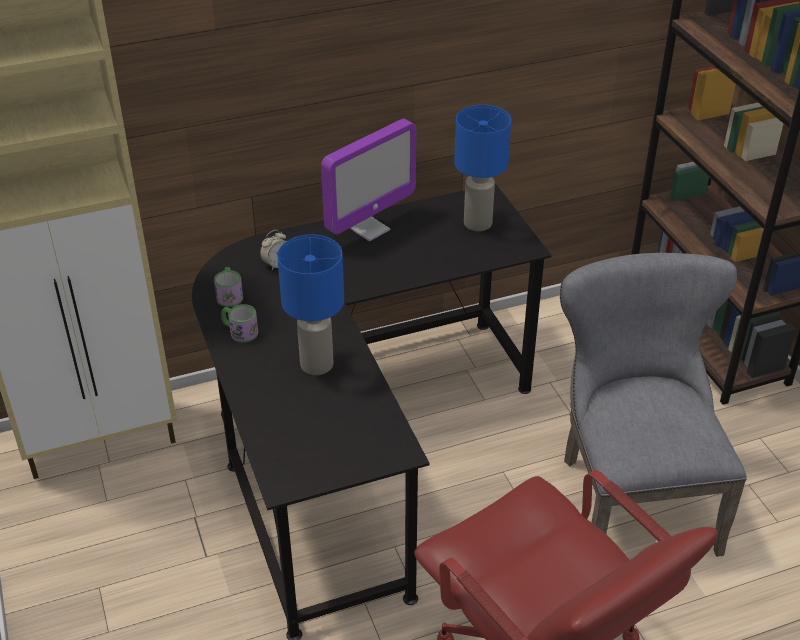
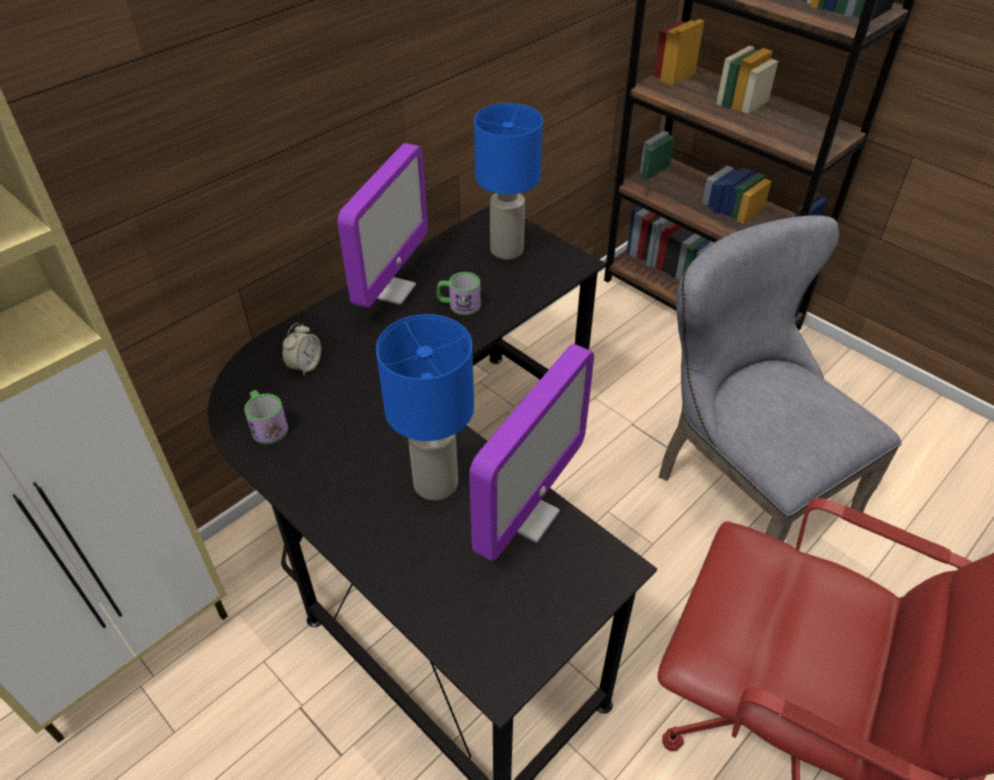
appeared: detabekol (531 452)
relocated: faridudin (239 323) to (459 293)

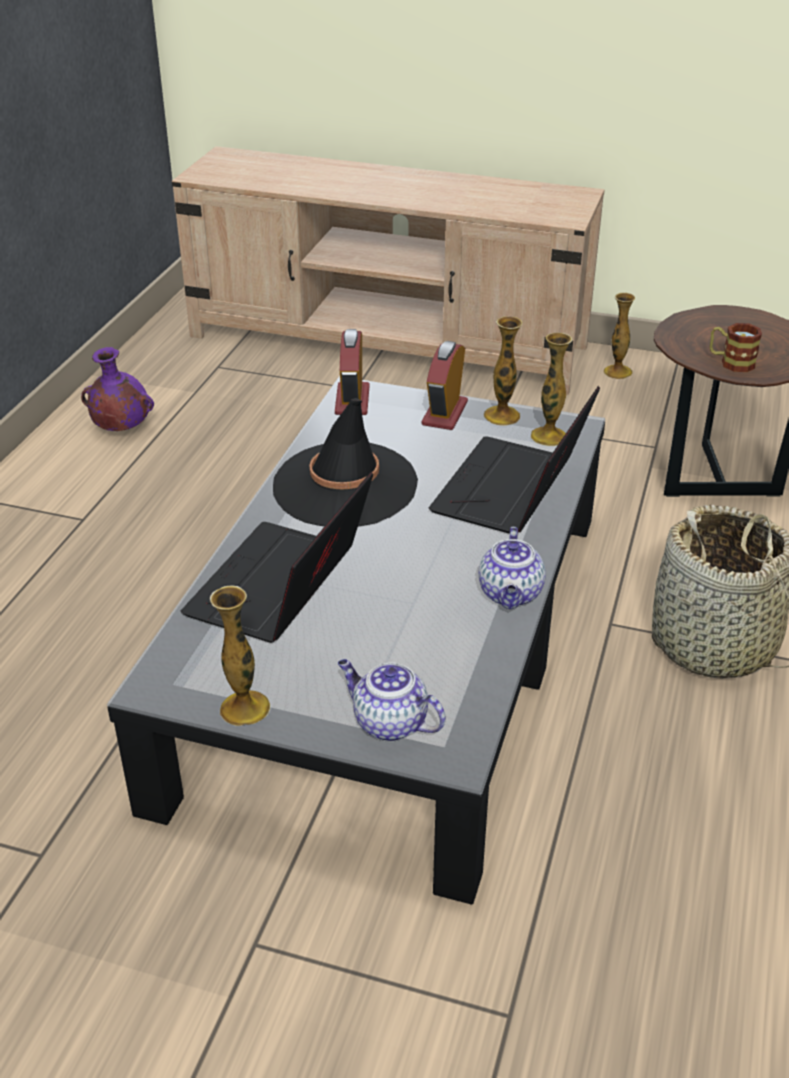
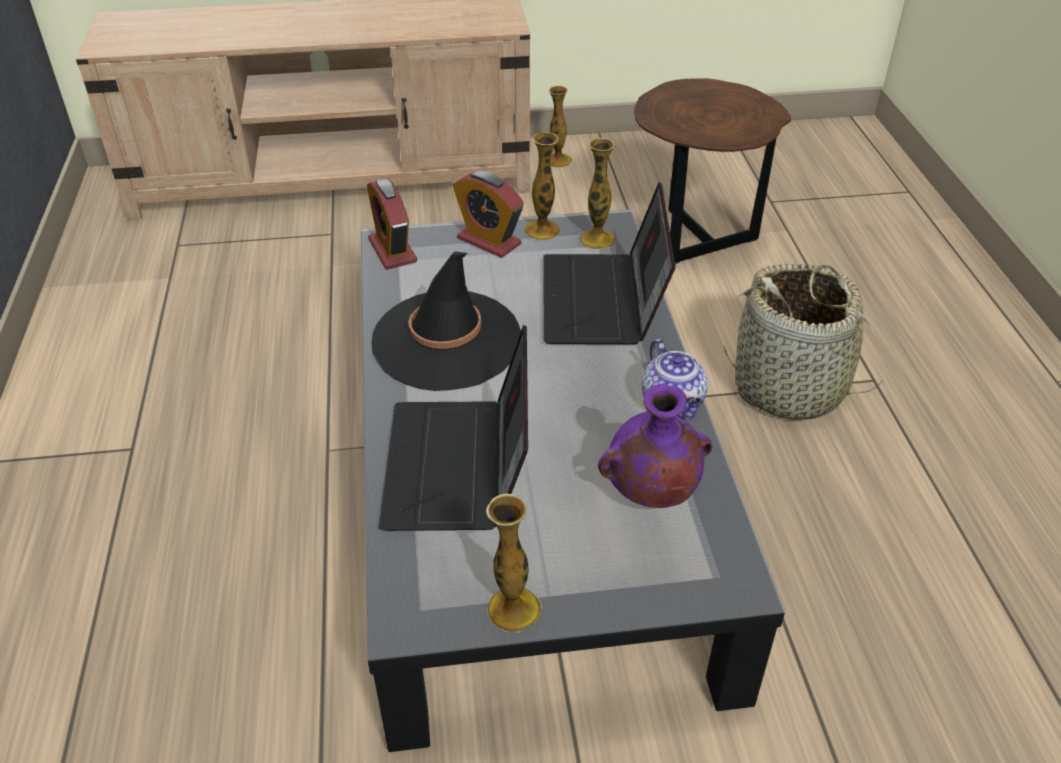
missing: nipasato (392 700); faridudin (736 347)
relocated: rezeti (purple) (117 389) to (655 445)
spun: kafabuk (445 385) = (488 214) 45 degrees counterclockwise

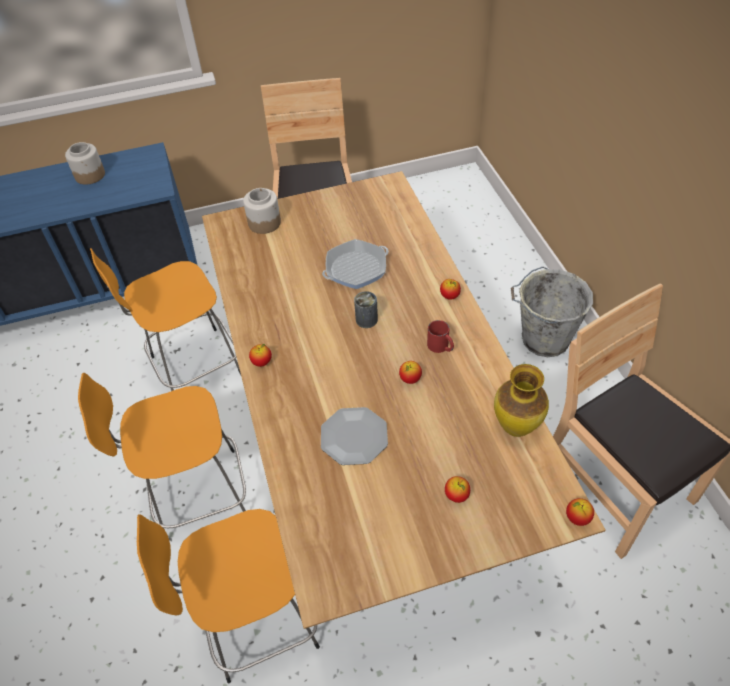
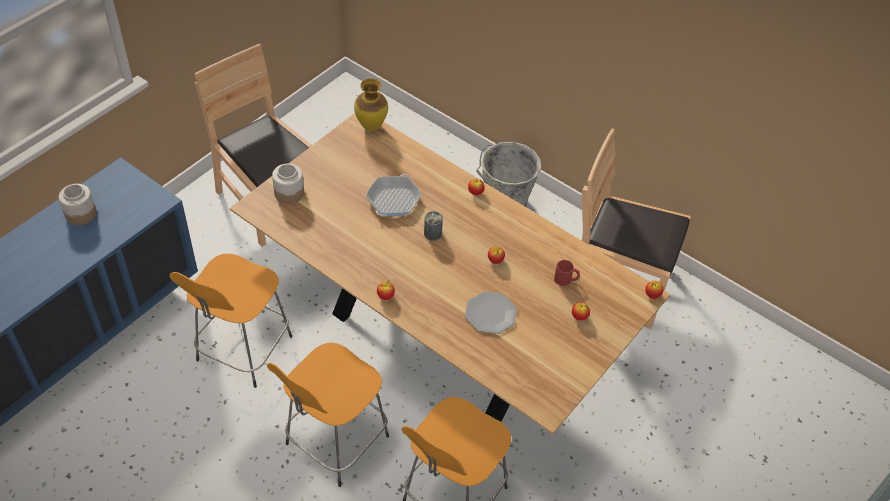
relocated: rezeti (521 400) to (371 105); faridudin (red) (440 336) to (567 273)

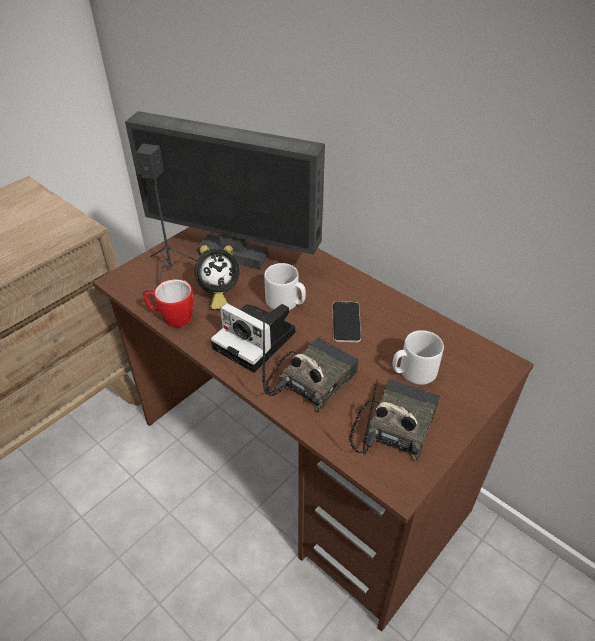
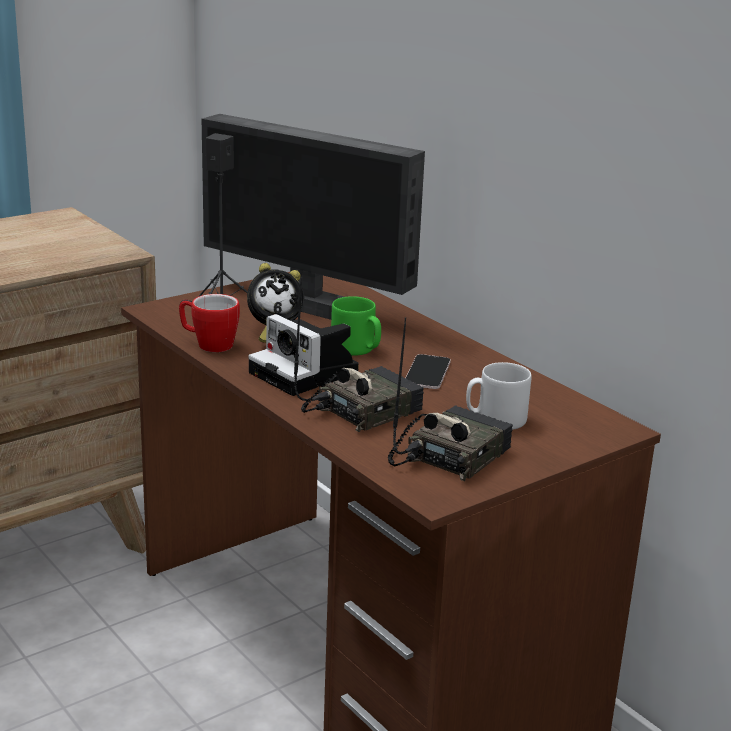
colour: faridudin (grey) (285 286) to faridudin (green) (356 326)

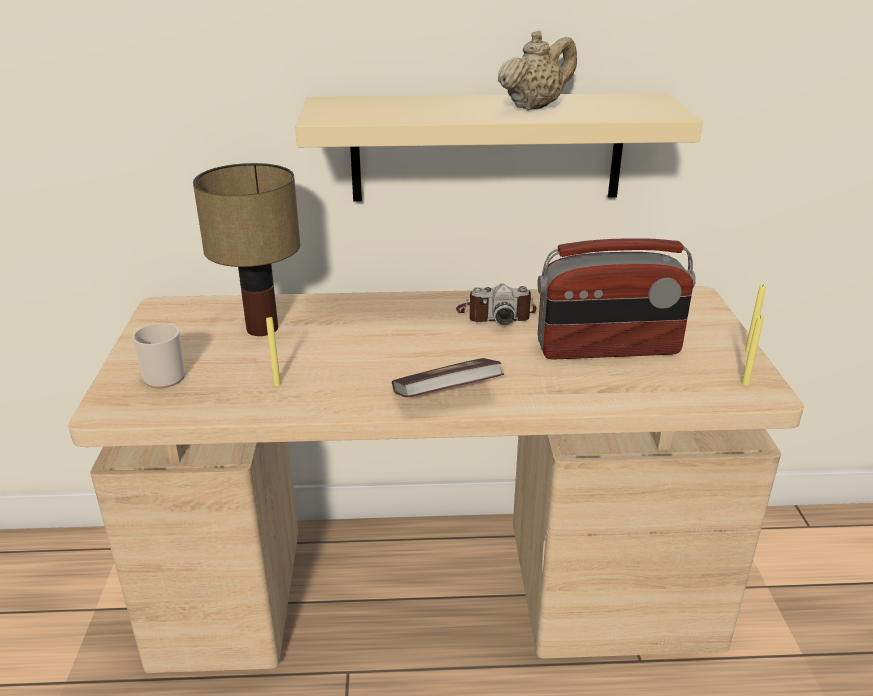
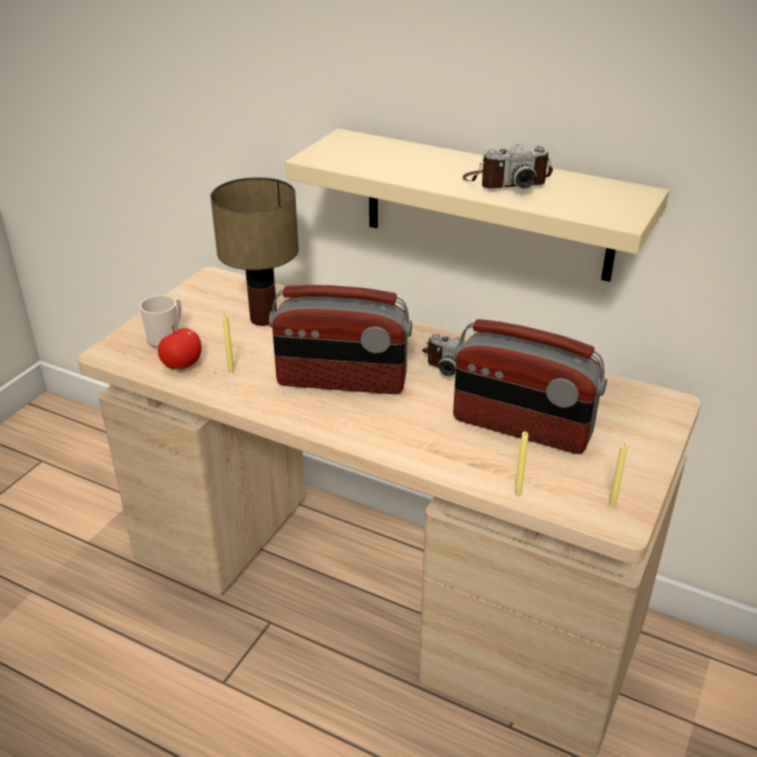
missing: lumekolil (448 377)
appeared: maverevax (180 347); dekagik (340 339)
relocated: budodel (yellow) (755 318) to (521 463)
exchanged: nipasato (beige) (537 70) to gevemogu (507 166)

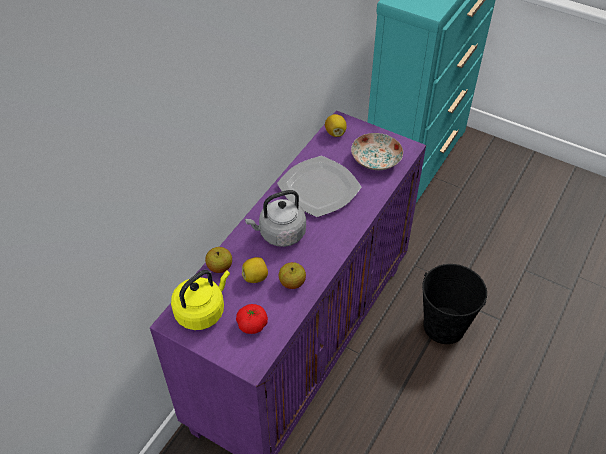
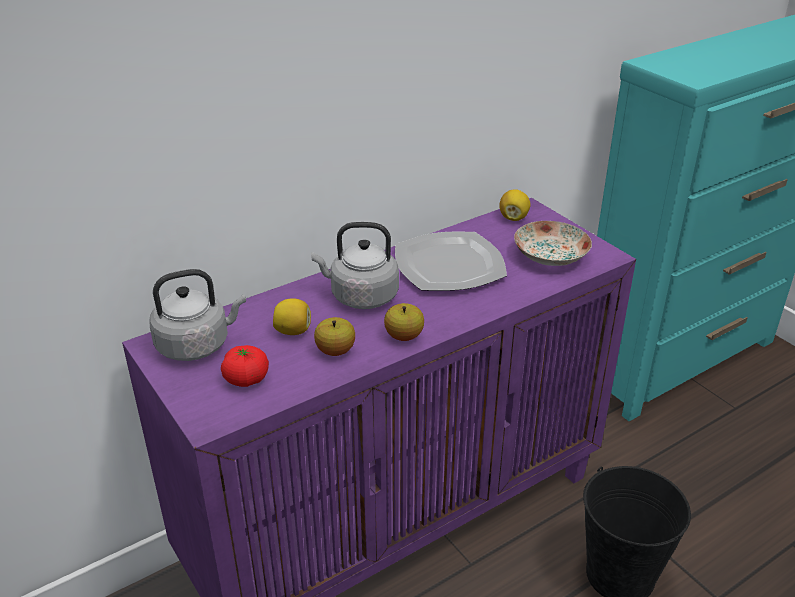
relocated: maverevax (218 260) to (404 322)
colour: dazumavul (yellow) (200 300) to dazumavul (grey) (198 315)

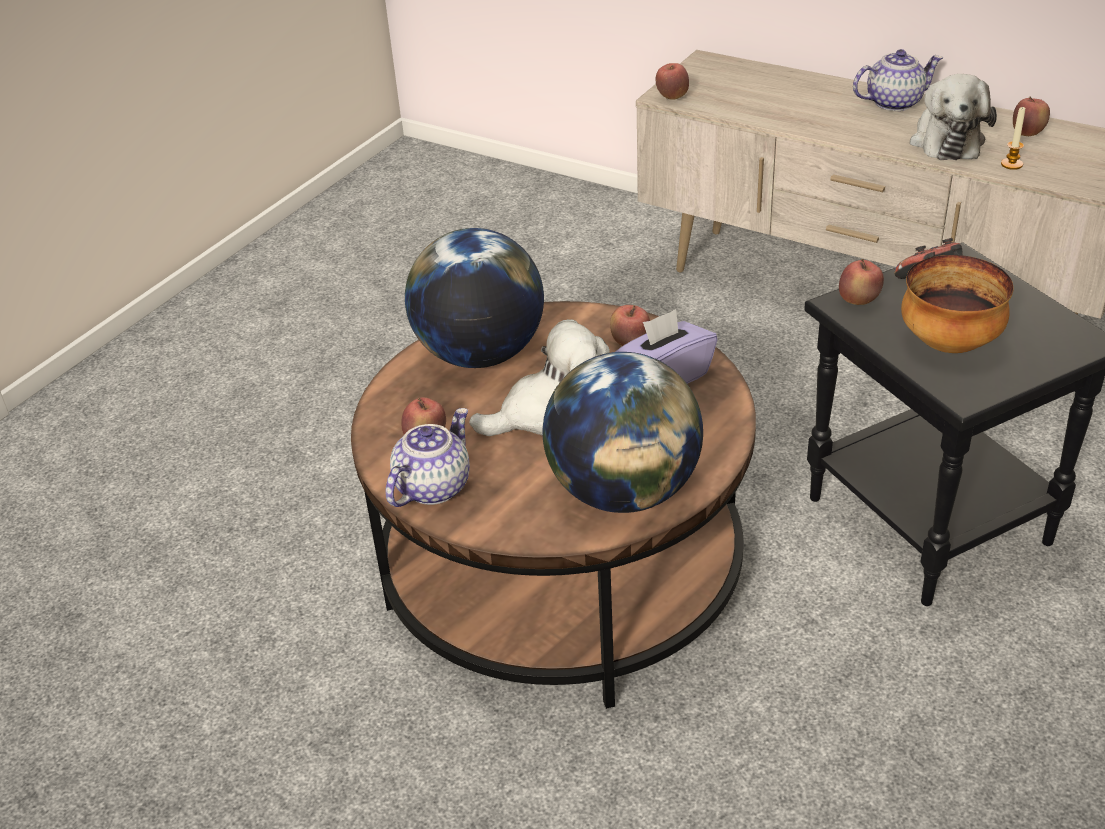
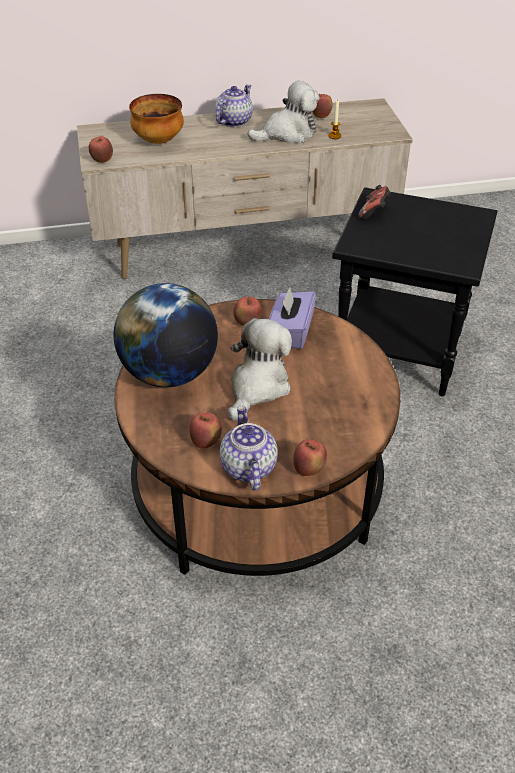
missing: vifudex (623 432)
relocated: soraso (957 304) to (156 119); maverevax (861 282) to (310 457)
spun: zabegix (953 117) = (284 112) 75 degrees counterclockwise

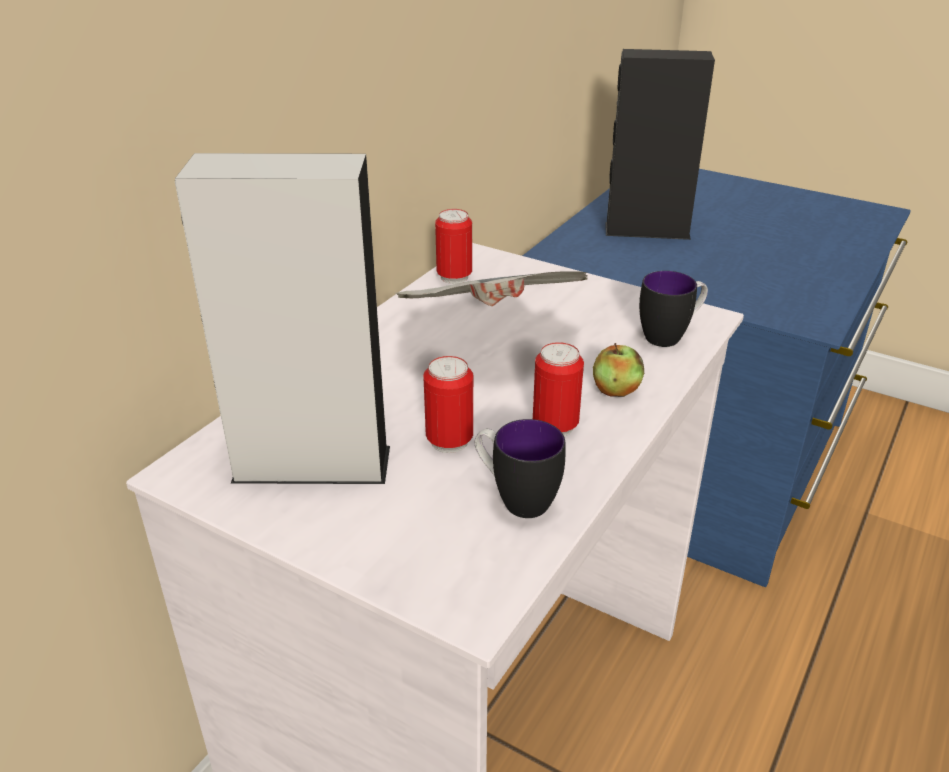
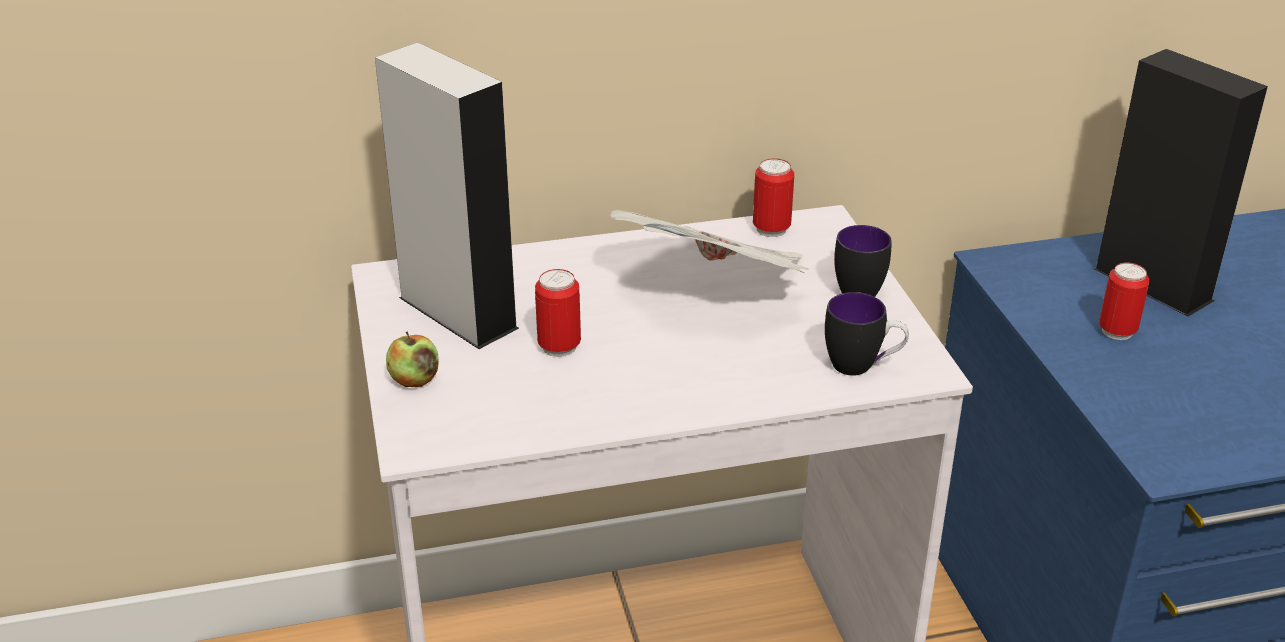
relocated: maverevax (618 370) to (412 359); faridudin (520 468) to (863 261); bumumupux (558 389) to (1124 301)

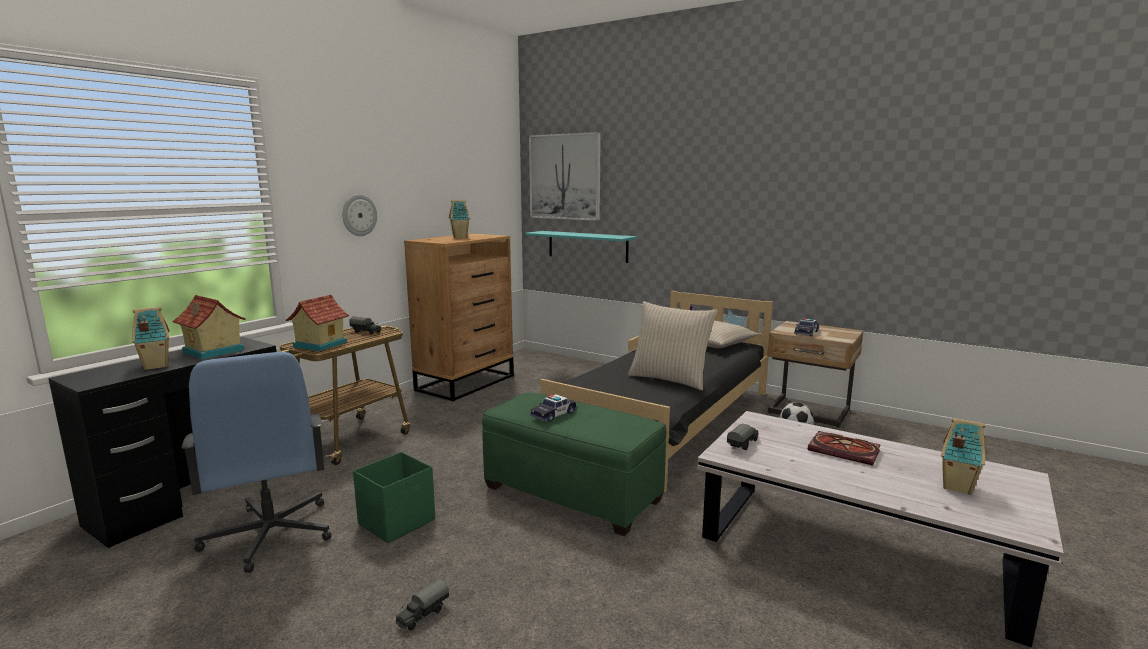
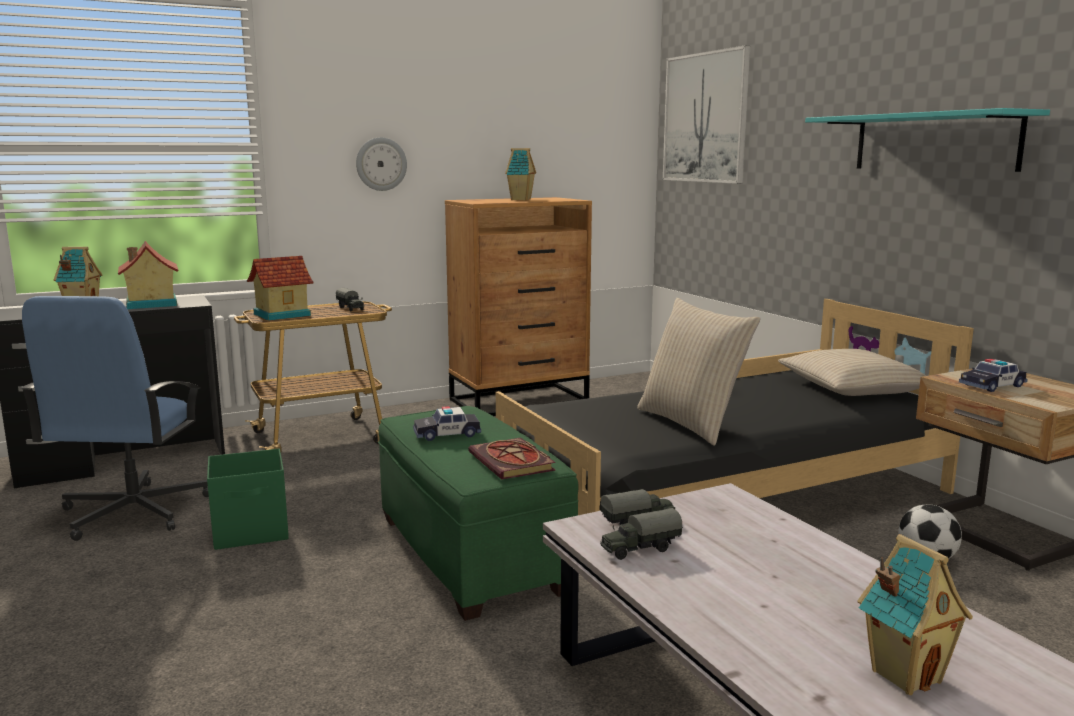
relocated: lumekolil (844 448) to (512 458); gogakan (422 605) to (641 534); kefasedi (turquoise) (581 247) to (927 140)

